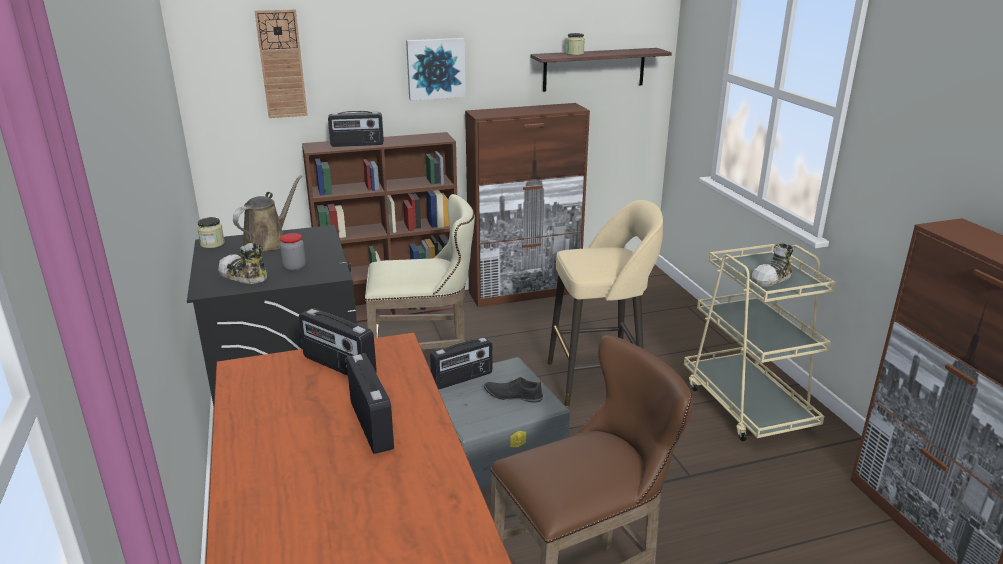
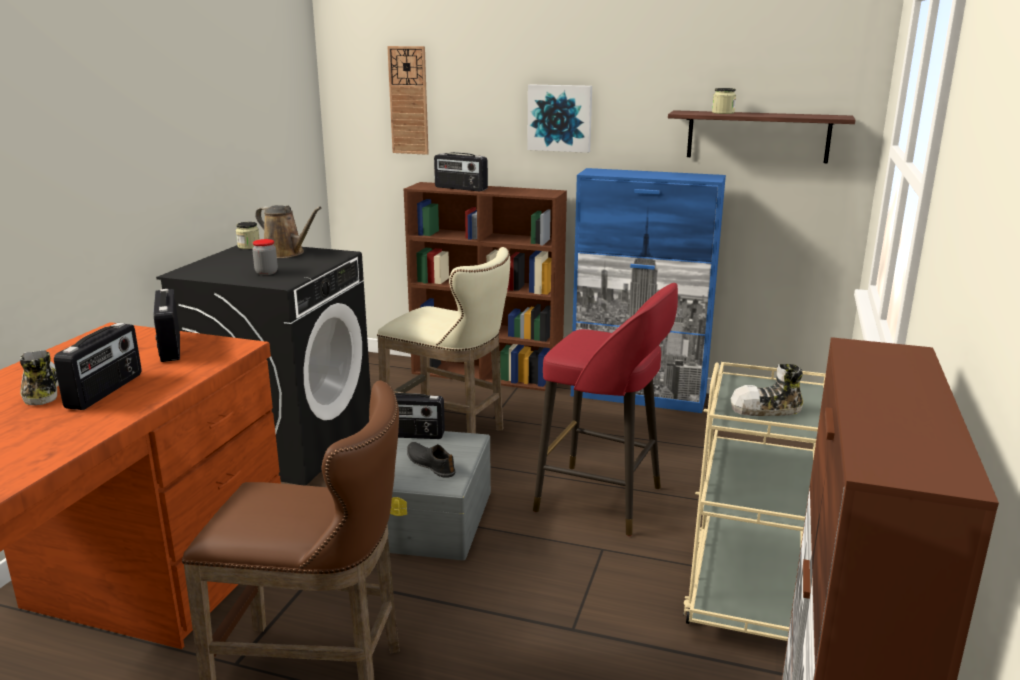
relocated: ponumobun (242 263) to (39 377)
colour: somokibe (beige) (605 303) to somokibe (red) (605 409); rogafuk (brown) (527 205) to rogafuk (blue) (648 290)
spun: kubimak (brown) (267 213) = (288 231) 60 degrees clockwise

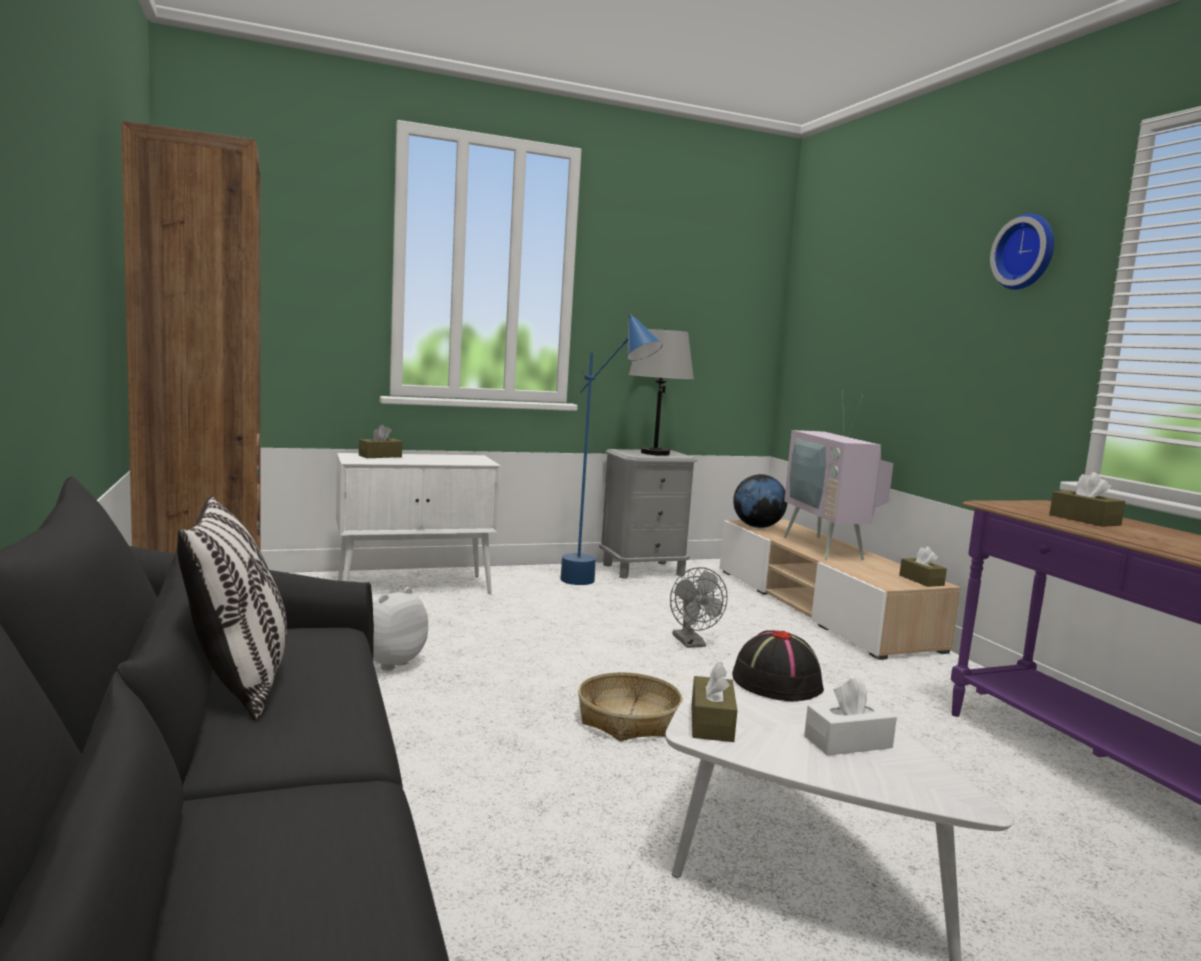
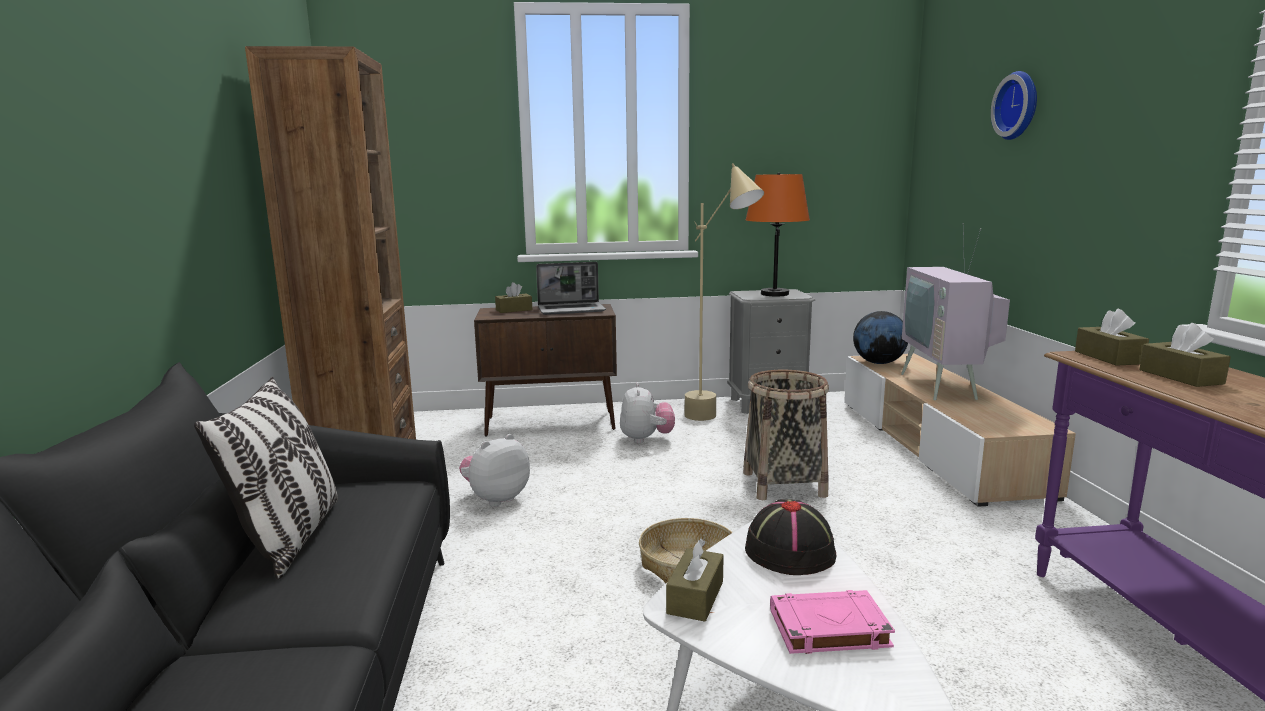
appeared: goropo (571 288); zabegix (647 413)
relocated: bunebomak (1022 251) to (1014 105); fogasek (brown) (923 567) to (1112 337)
exchanged: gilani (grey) (699 607) to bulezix (786 435); fogasek (white) (850 717) to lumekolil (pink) (832 622)
colour: rogafuk (white) (418 523) to rogafuk (brown) (545 370); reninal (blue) (612 449) to reninal (beige) (724 292); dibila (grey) (661 392) to dibila (orange) (778 234)

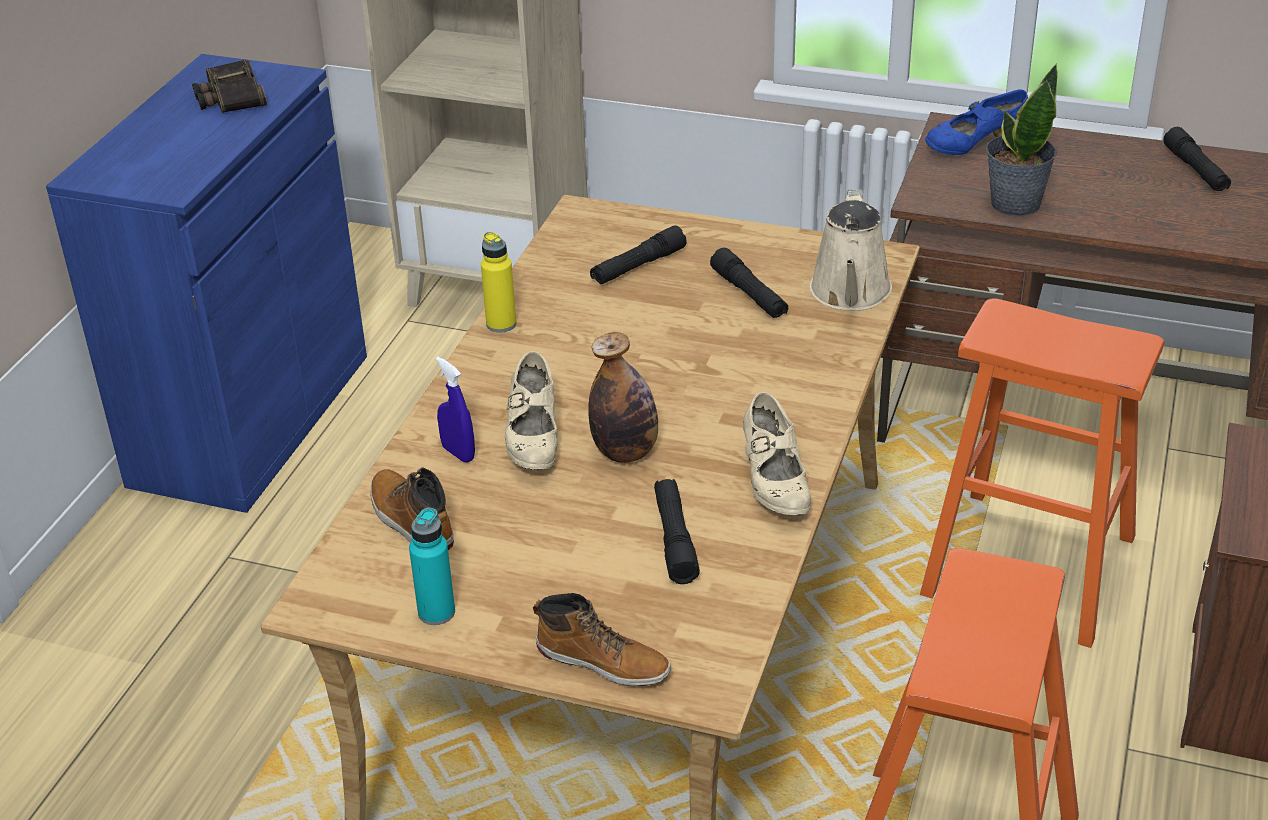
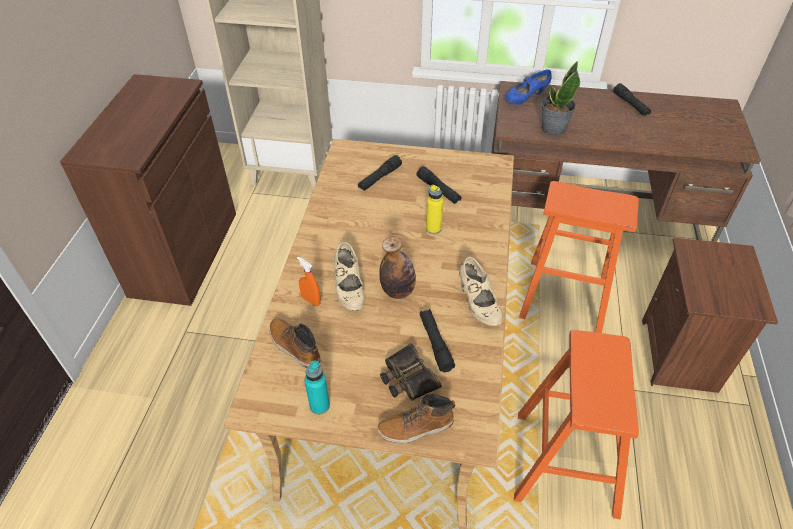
missing: kubimak (beige) (850 250)
relocated: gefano (229 86) to (411 372); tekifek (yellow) (498 282) to (434 209)
colour: rogafuk (blue) (206 283) to rogafuk (brown) (148 190); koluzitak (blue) (455 410) to koluzitak (orange) (309 281)
spun: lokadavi (602 639) = (416 418) 150 degrees clockwise

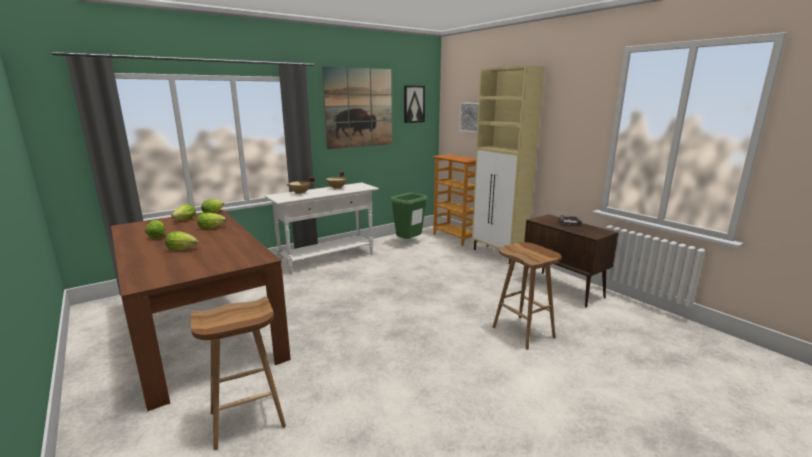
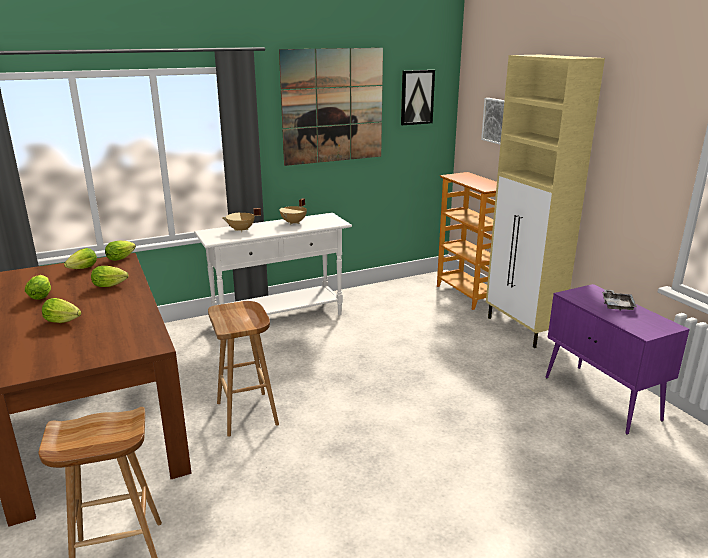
missing: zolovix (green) (409 216)
relocated: somokibe (brown) (527 296) to (243 369)
colour: rogafuk (brown) (571 260) to rogafuk (purple) (618 359)

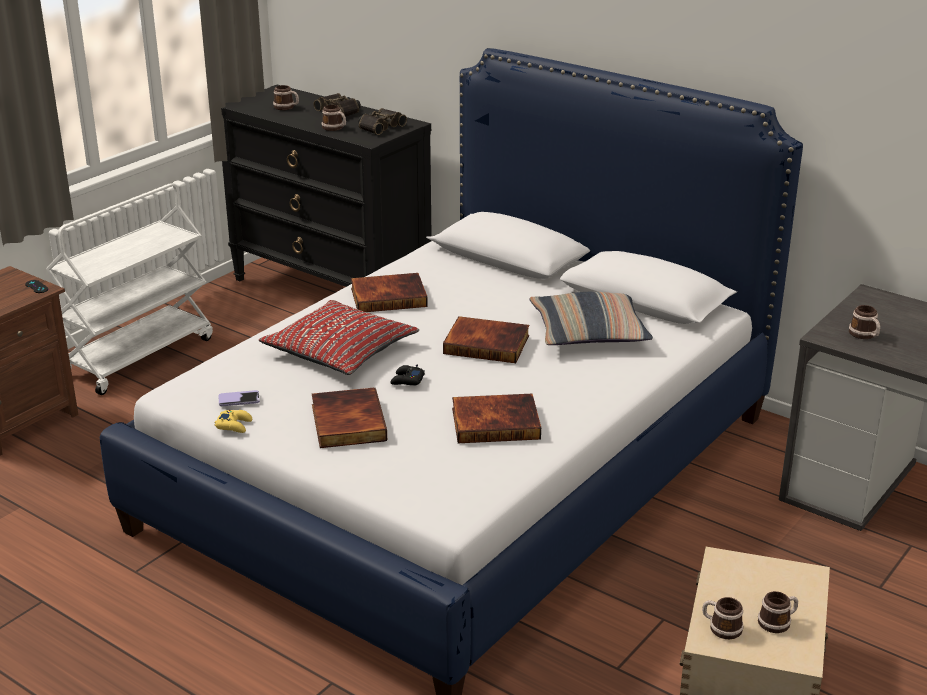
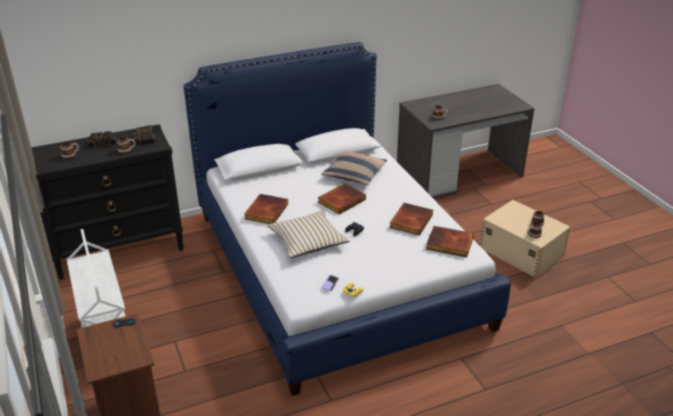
relocated: lumekolil (349 418) to (450 241)
colour: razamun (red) (339 337) to razamun (beige) (308 234)

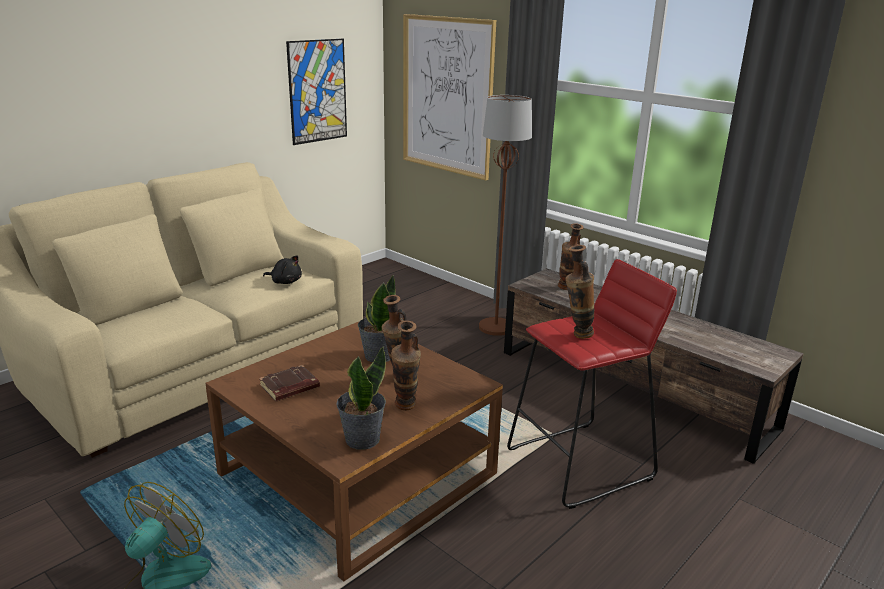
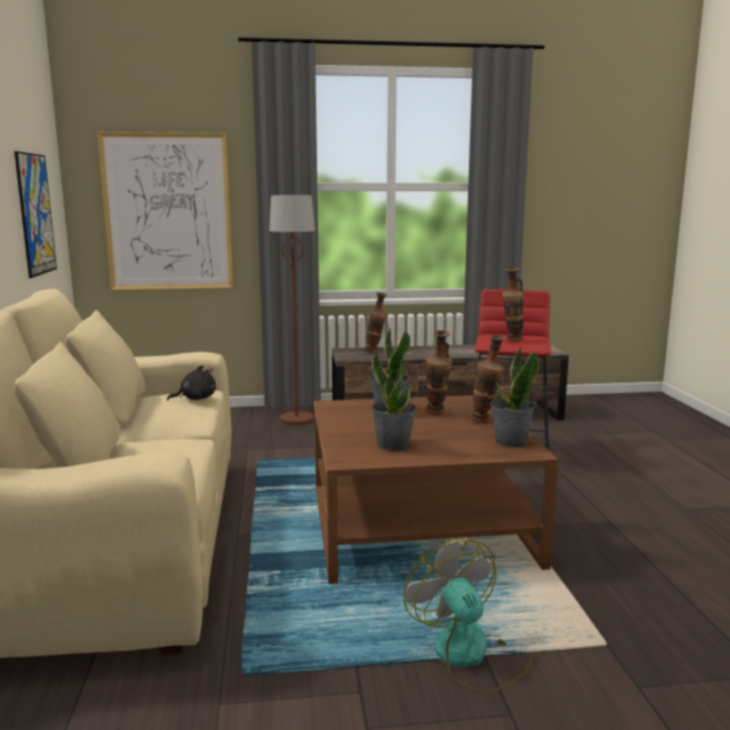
exchanged: lumekolil (brown) (289 383) to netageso (394 401)

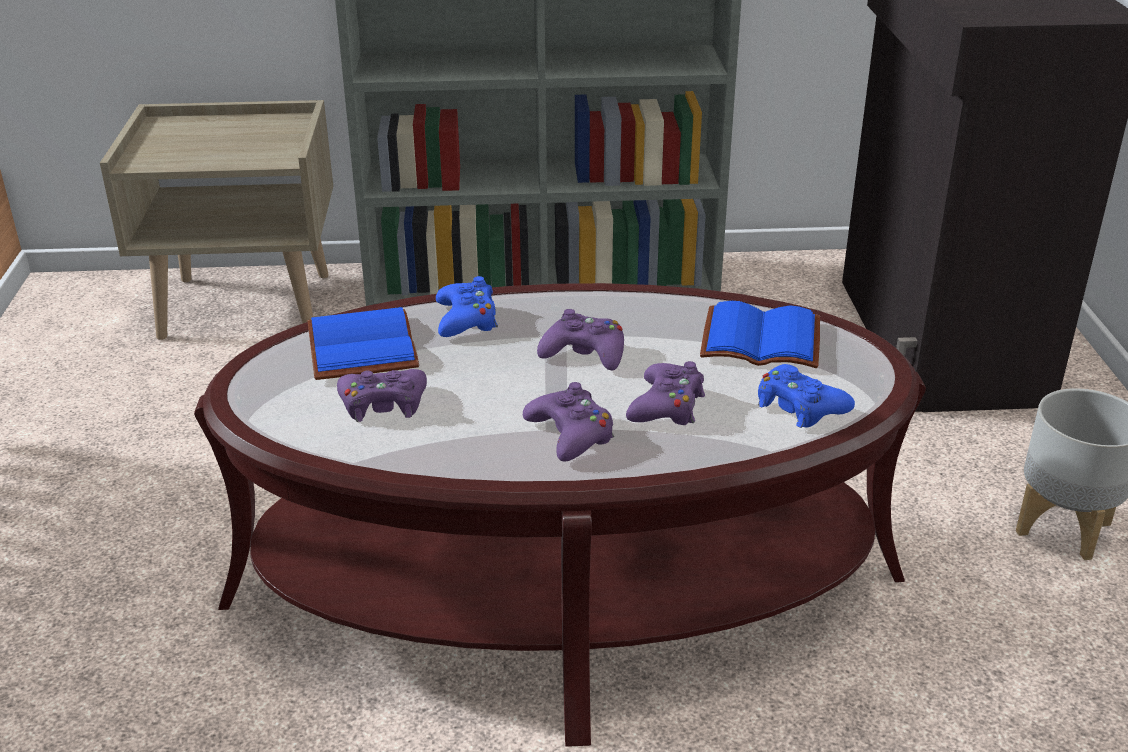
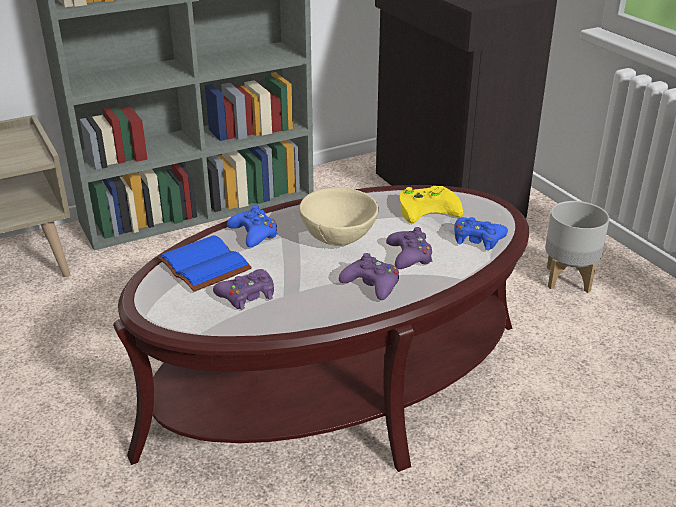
exchanged: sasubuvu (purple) (580 340) to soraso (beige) (339 216); lumekolil (blue) (760 334) to sasubuvu (yellow) (431 204)

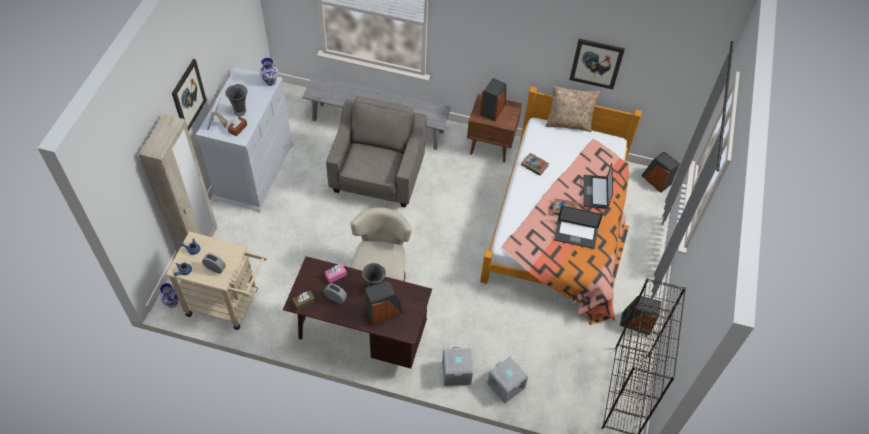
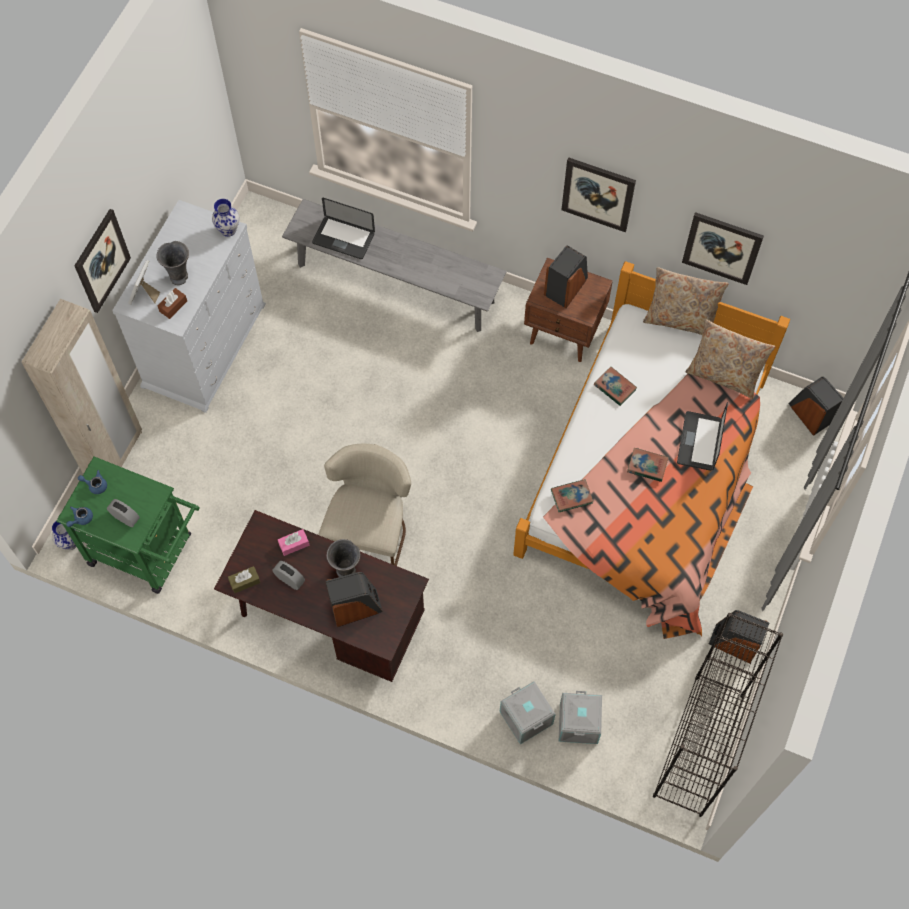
missing: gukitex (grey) (376 152)
appeared: lumekolil (572 495); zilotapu (598 194); razamun (beige) (730 359)
relocated: goropo (578 227) to (343 228); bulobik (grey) (457 366) to (580 717)
colour: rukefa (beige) (216 280) to rukefa (green) (128 525)

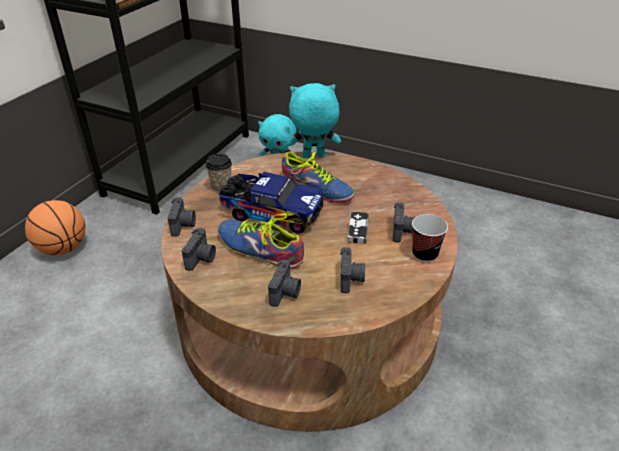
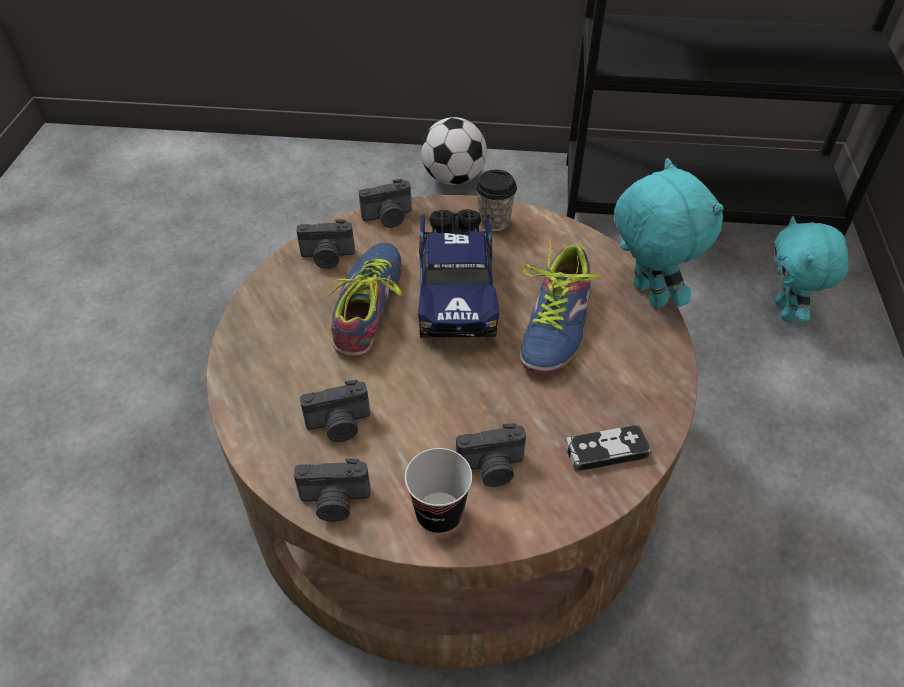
relocated: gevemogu (284 283) to (332 490); sasubuvu (358 228) to (608 448)
exchanged: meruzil (55 227) to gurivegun (454 151)

